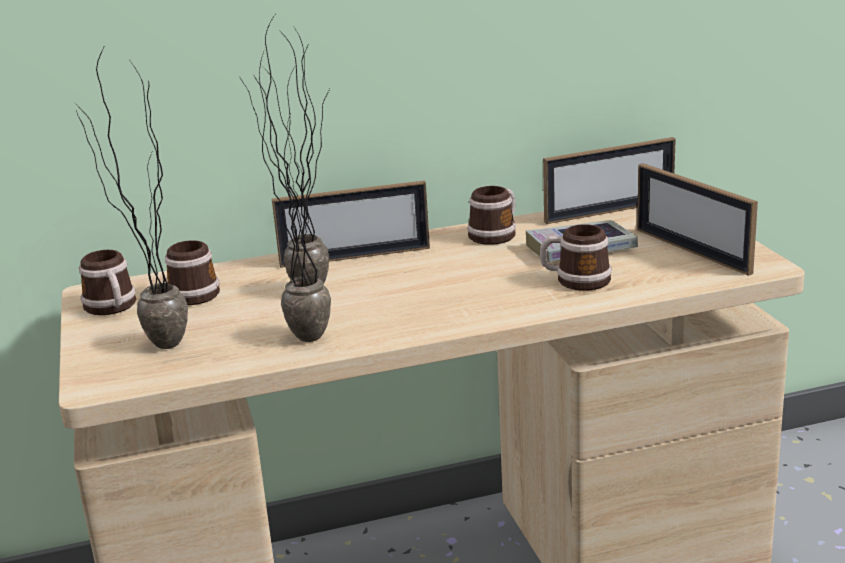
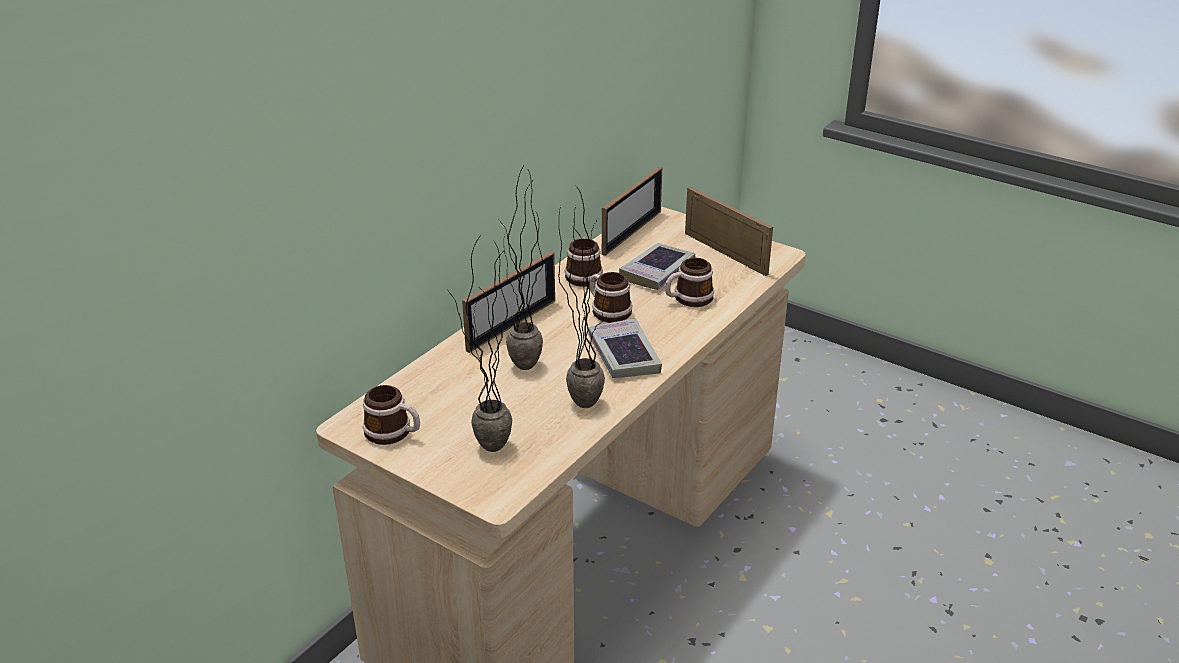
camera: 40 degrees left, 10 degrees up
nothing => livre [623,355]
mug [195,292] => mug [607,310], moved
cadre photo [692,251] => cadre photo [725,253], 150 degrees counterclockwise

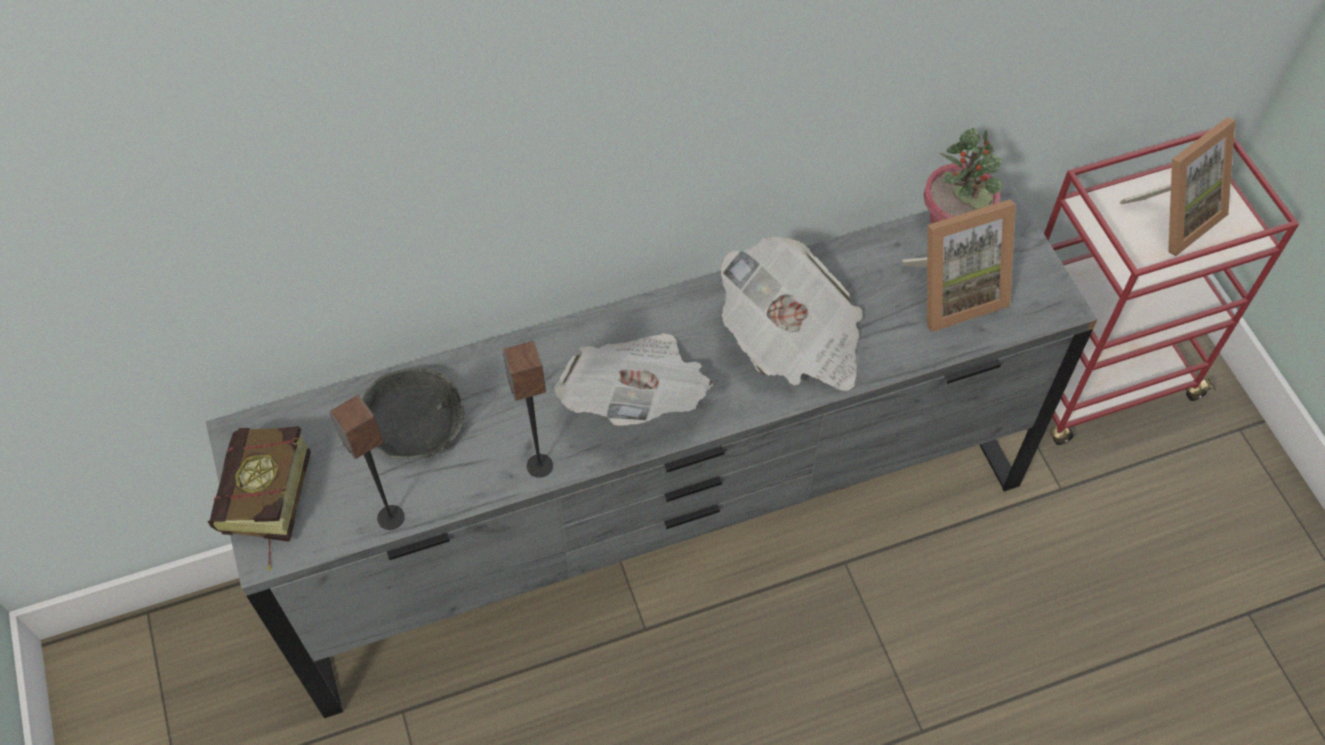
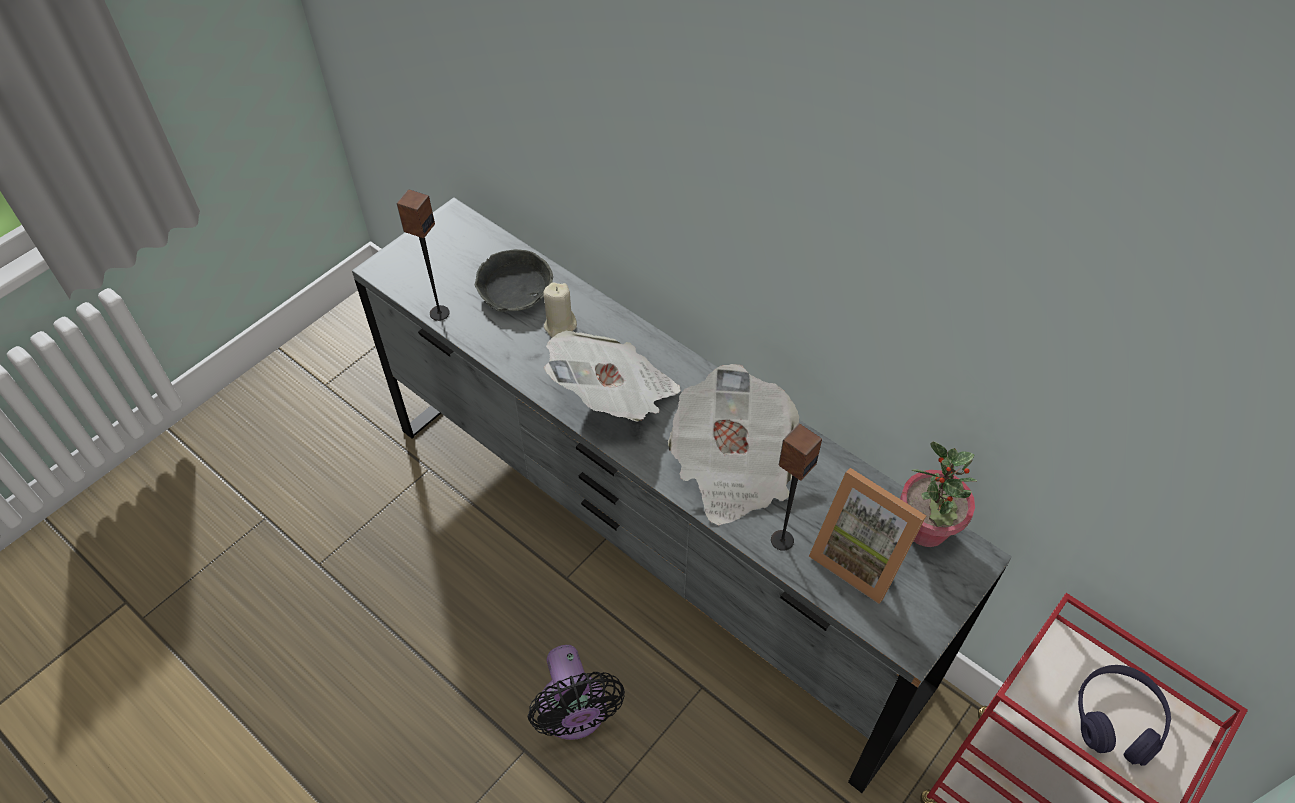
camera: 60 degrees right, 5 degrees down
livre [265,510] => nothing
nothing => ventilateur [noir] [574,714]
nothing => bougie [beige] [560,326]
enceinte [539,466] => enceinte [781,540], moved
cadre photo [1174,216] => casque audio [violet] [1116,719]

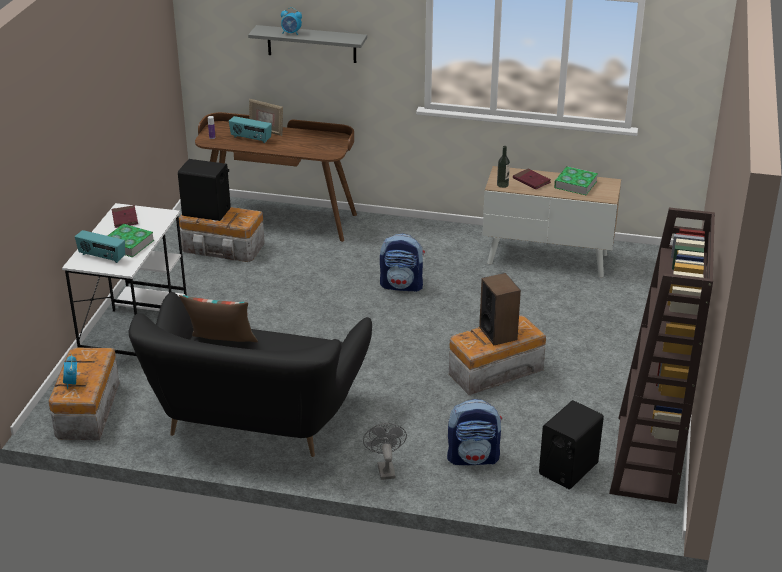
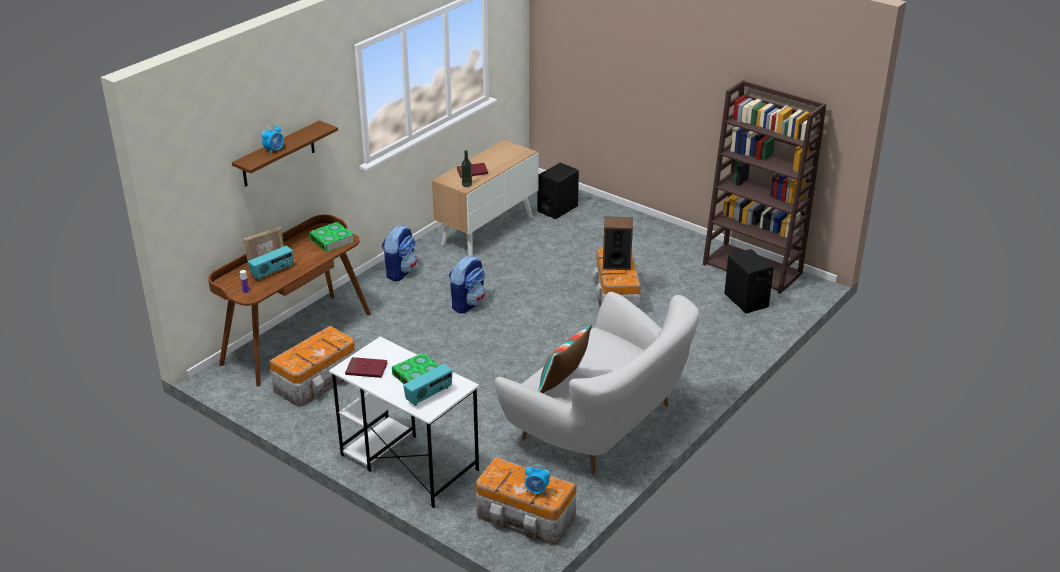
camera: 65 degrees left, 0 degrees up
ventilateur [gris] [385,468] => nothing
enceinte [noir] [206,212] => enceinte [noir] [557,209], moved
sac à dos [473,457] => sac à dos [400,272], moved
livre [575,184] => livre [332,240], moved
canapé [noir] [254,419] => canapé [blanc] [600,424]
étagère [gris] [311,44] => étagère [marron] [278,154]

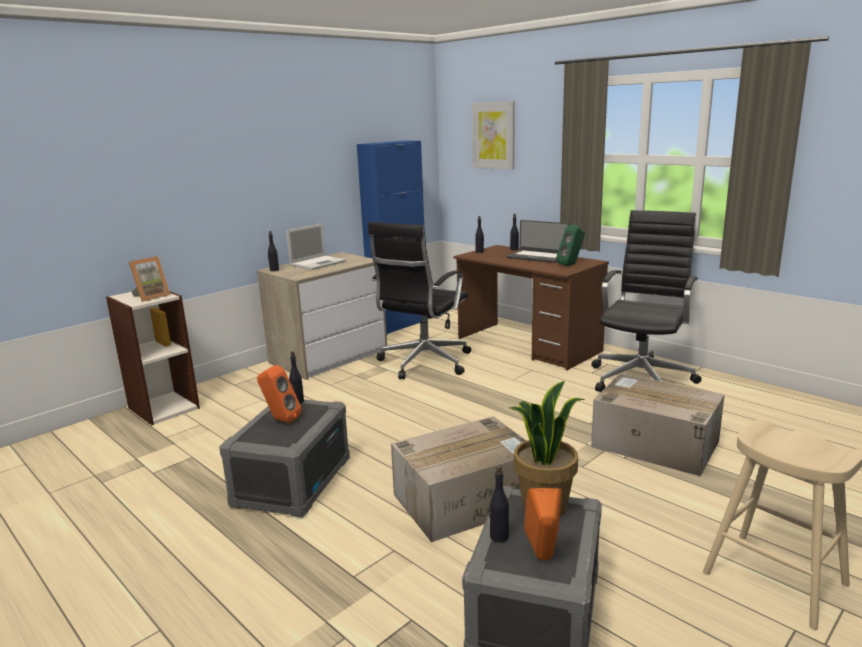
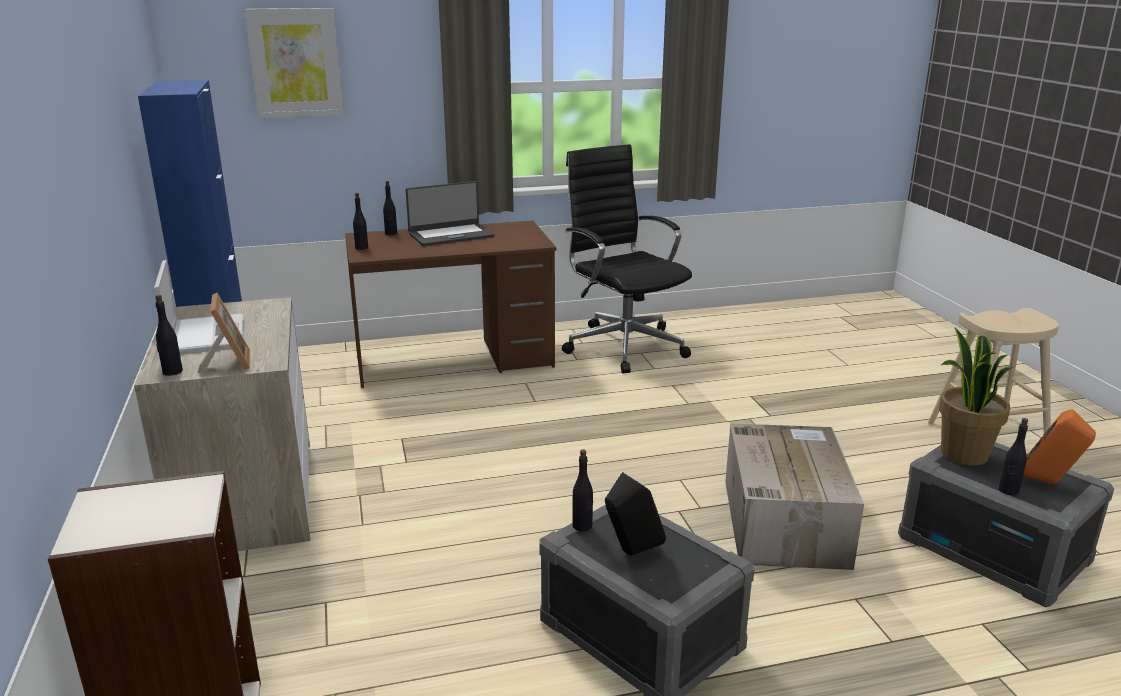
camera: 60 degrees left, 5 degrees up
chaise de bureau [noir] [423,363] => nothing
enceinte [vert] [571,265] => nothing
carton [653,443] => nothing
cadre photo [151,296] => cadre photo [228,362], moved
enceinte [orange] [280,420] => enceinte [noir] [631,553]

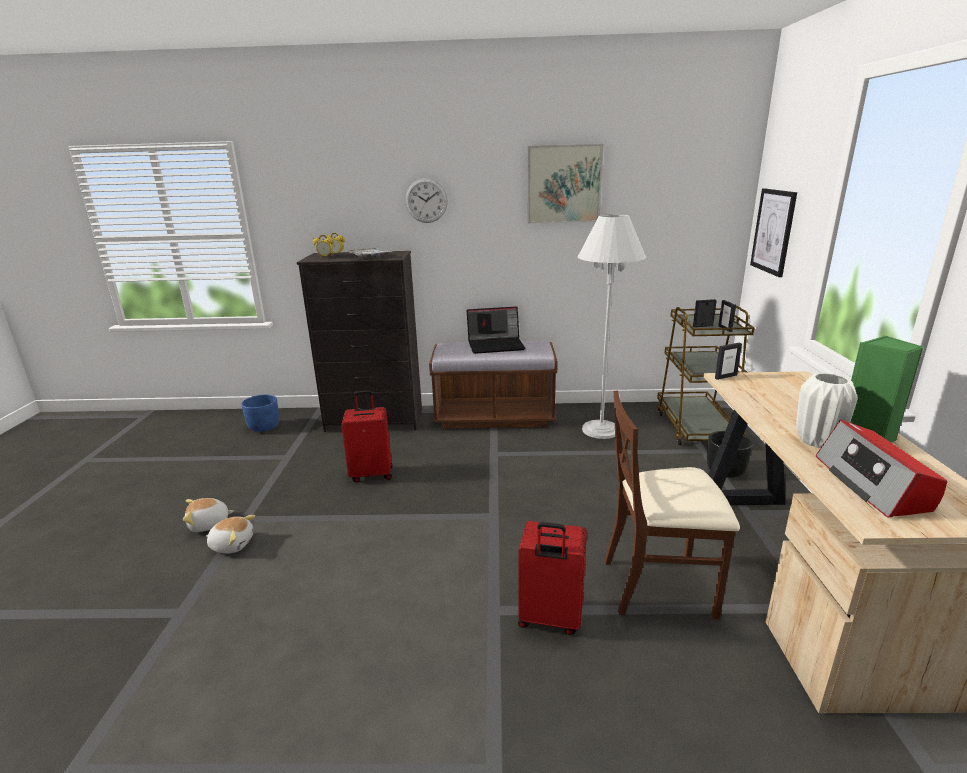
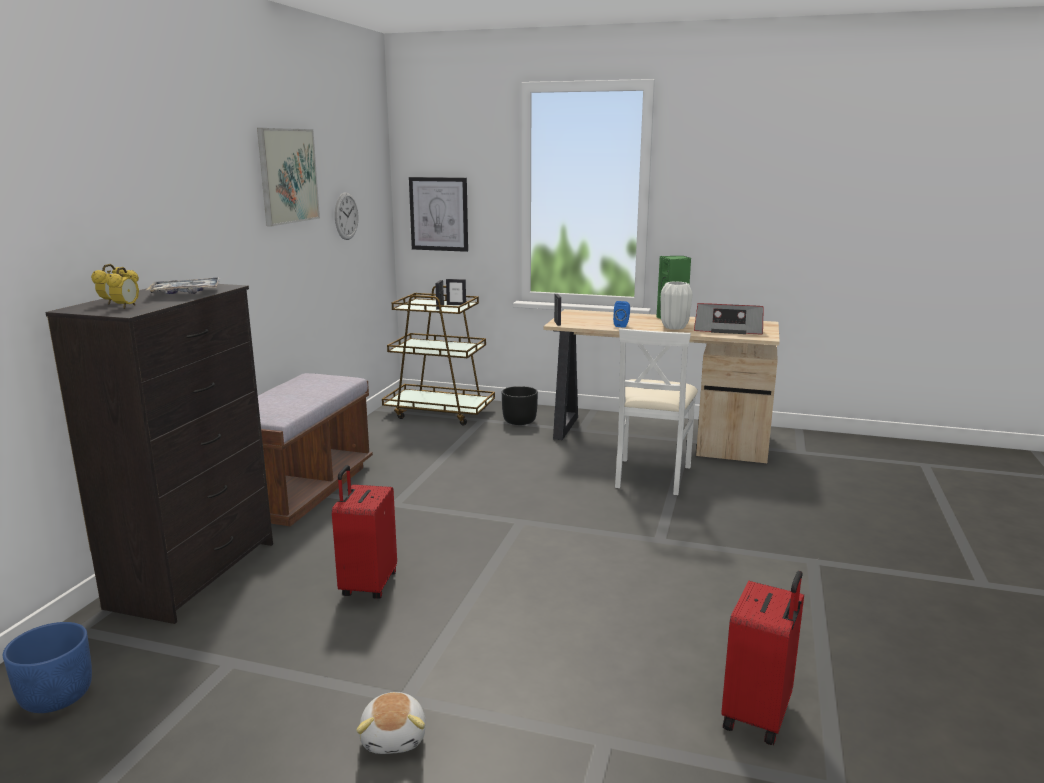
camera: 75 degrees left, 5 degrees down
peluche [232,544] => nothing
ordinateur portable [496,345] => nothing
lampadaire [blanc] [601,430] => nothing
nothing => enceinte [bleu] [622,325]
horloge murale [426,200] => horloge murale [346,216], moved
valise [rouge] [550,619] => valise [rouge] [758,716], moved
chaise [marron] [659,585] => chaise [blanc] [651,475]

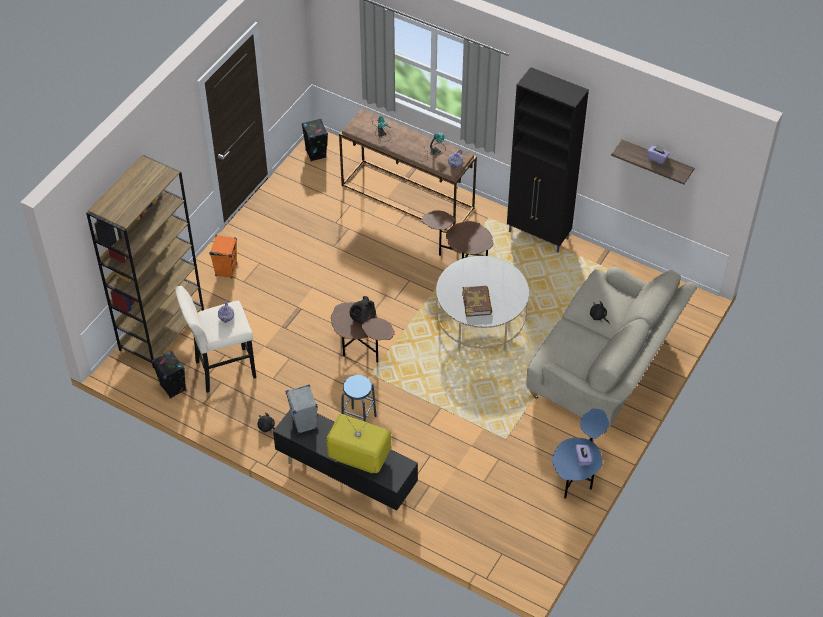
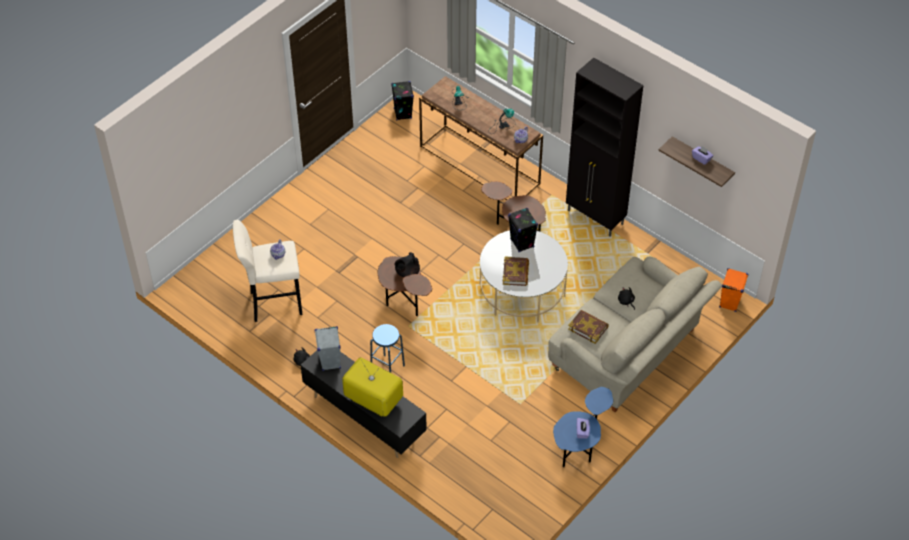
camera: 10 degrees right, 0 degrees up
bibliothèque [marron] [162,329] => nothing
nothing => livre [588,328]
enceinte [noir] [173,388] => enceinte [noir] [522,243], moved
enceinte [orange] [226,270] => enceinte [orange] [729,302], moved

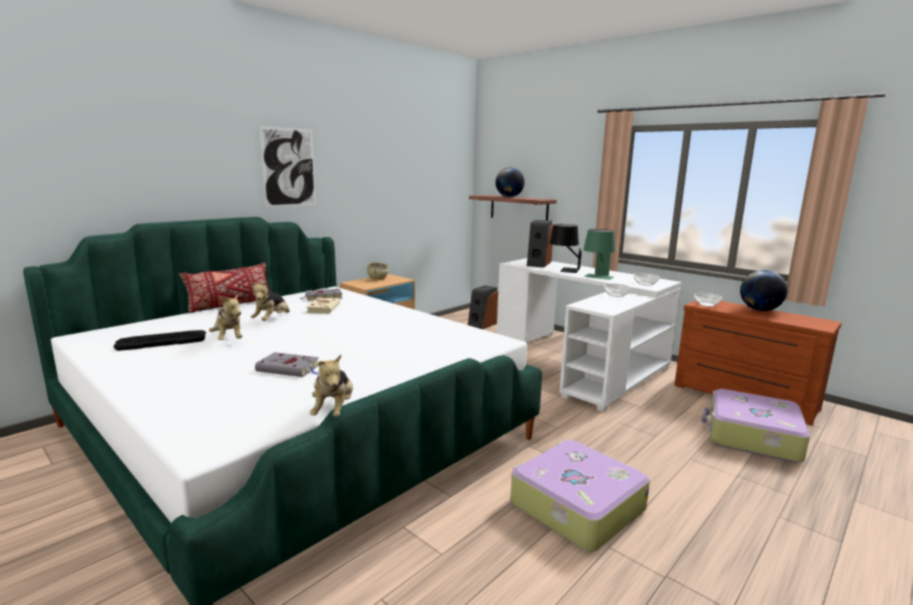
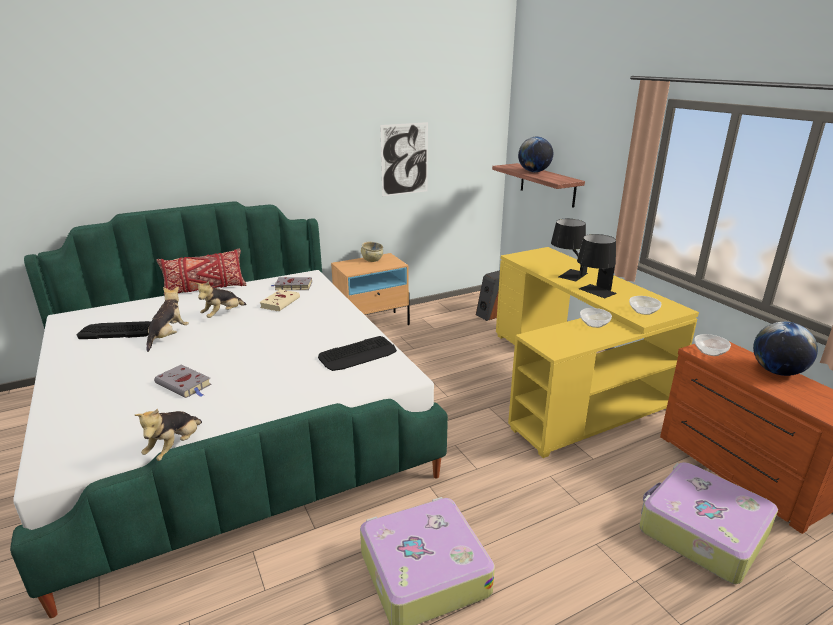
camera: 20 degrees right, 10 degrees up
enceinte [538,263] => nothing
nothing => clavier [358,354]
tableau [289,167] => tableau [404,159], moved
bureau [blanc] [583,361] => bureau [jaune] [573,382]
lampe de table [vert] [597,277] => lampe de table [noir] [593,292]
peluche [228,339] => peluche [168,336], 150 degrees counterclockwise

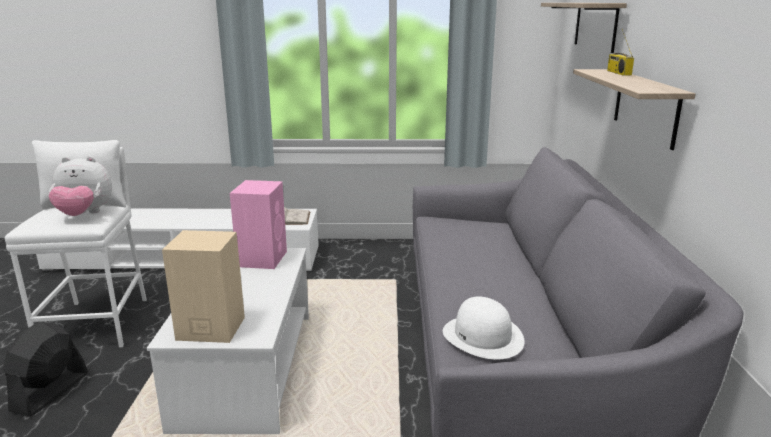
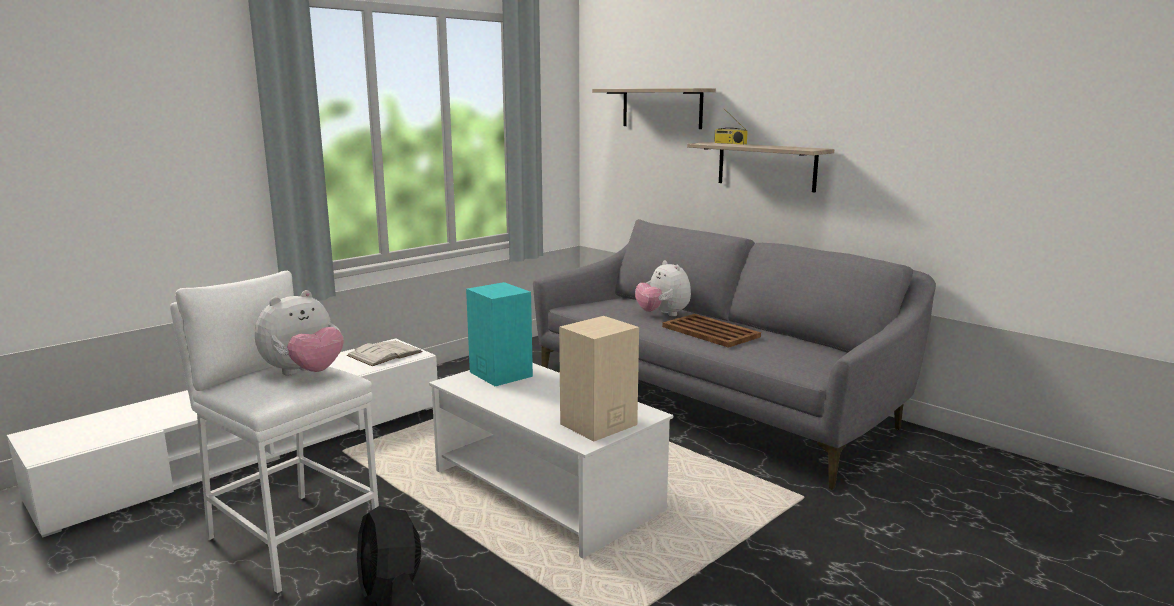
camera: 45 degrees left, 5 degrees down
chapeau [blanc] [483,336] => nothing
nothing => peluche [663,314]
nothing => plateau [marron] [710,331]
enceinte [rose] [263,258] => enceinte [turquoise] [500,373]

